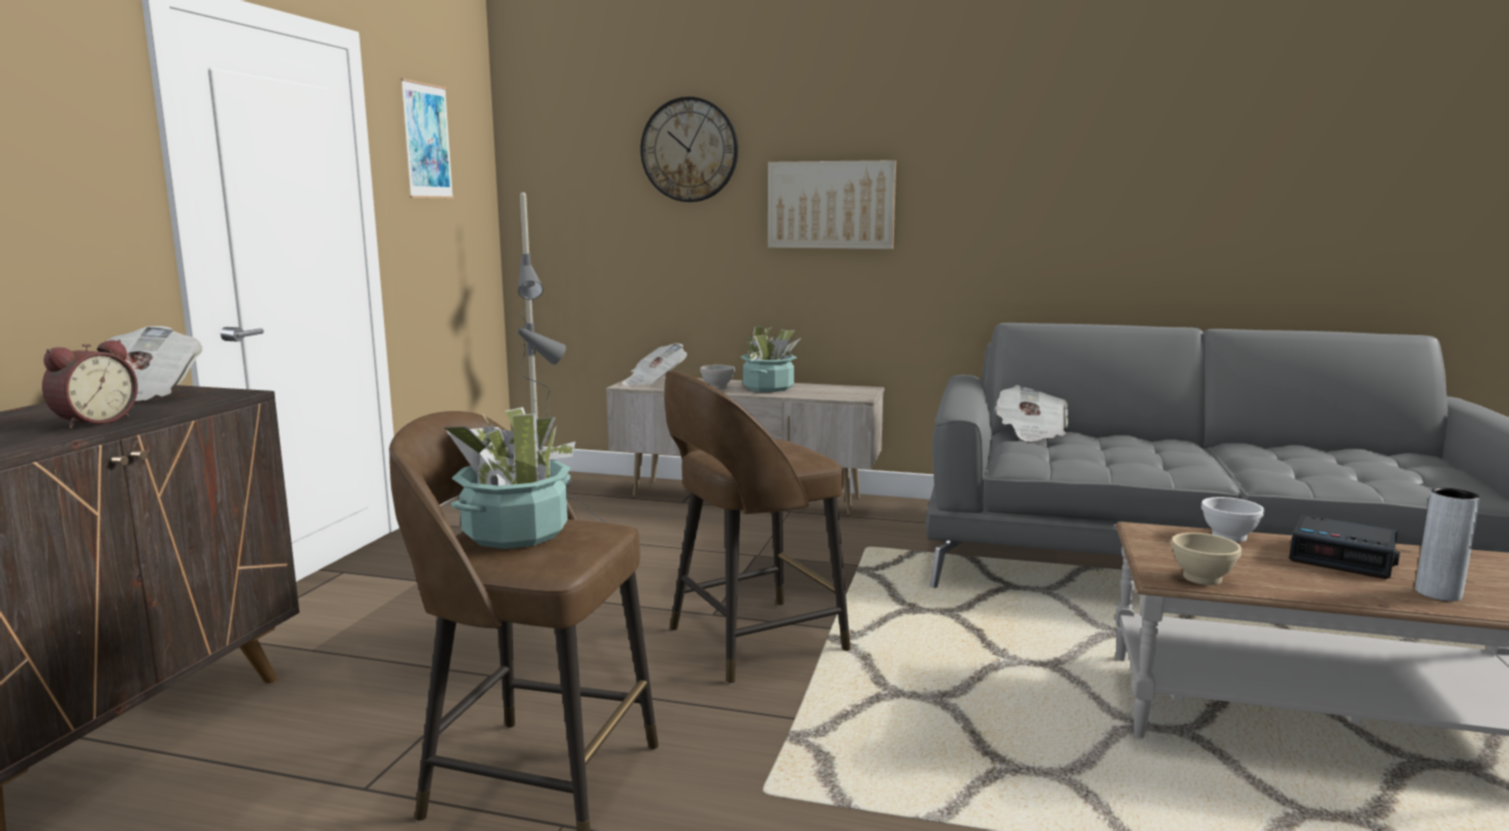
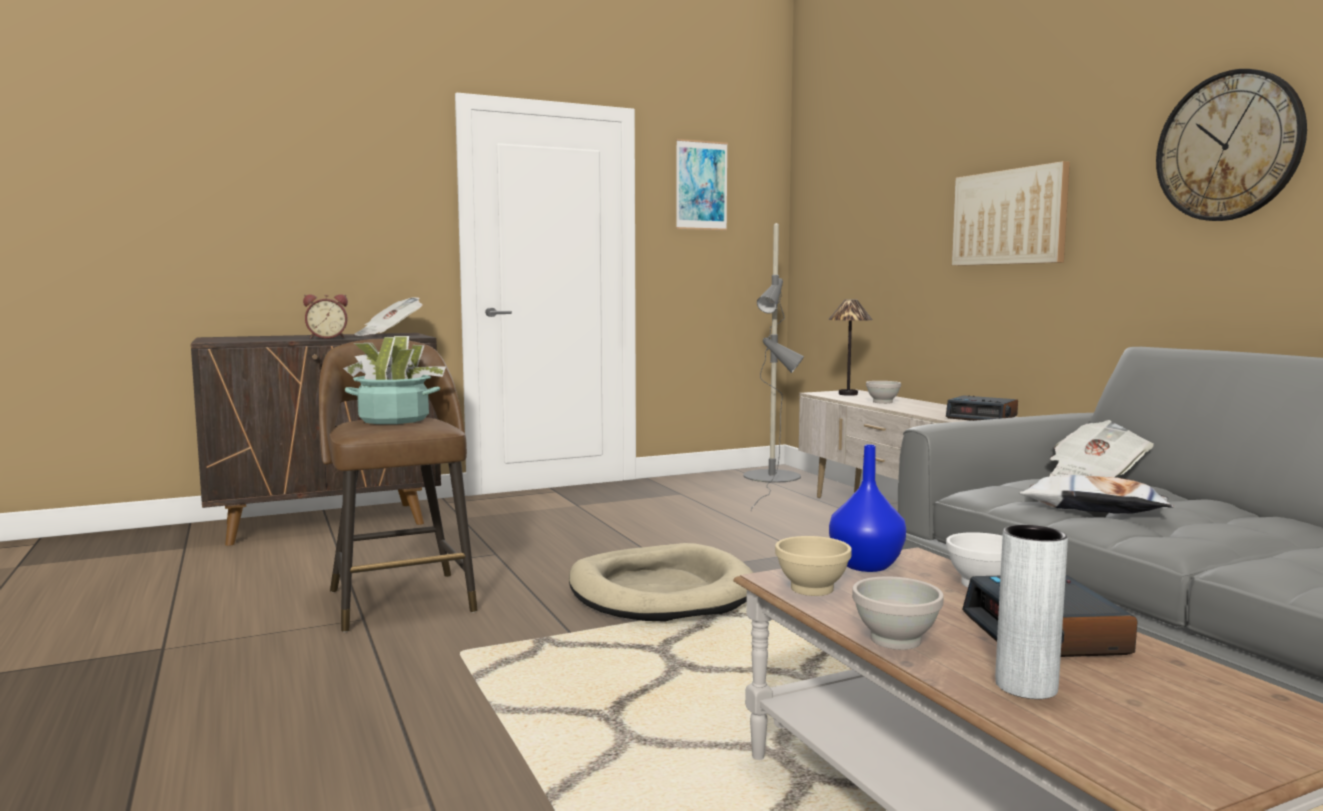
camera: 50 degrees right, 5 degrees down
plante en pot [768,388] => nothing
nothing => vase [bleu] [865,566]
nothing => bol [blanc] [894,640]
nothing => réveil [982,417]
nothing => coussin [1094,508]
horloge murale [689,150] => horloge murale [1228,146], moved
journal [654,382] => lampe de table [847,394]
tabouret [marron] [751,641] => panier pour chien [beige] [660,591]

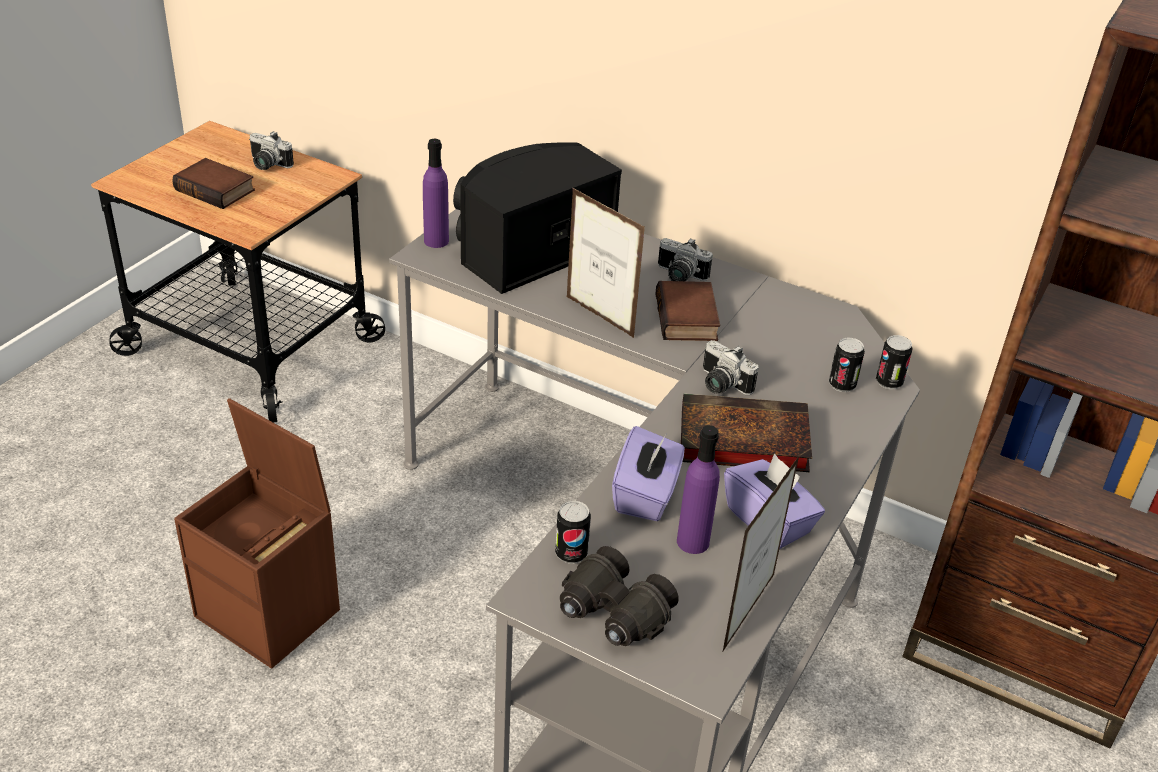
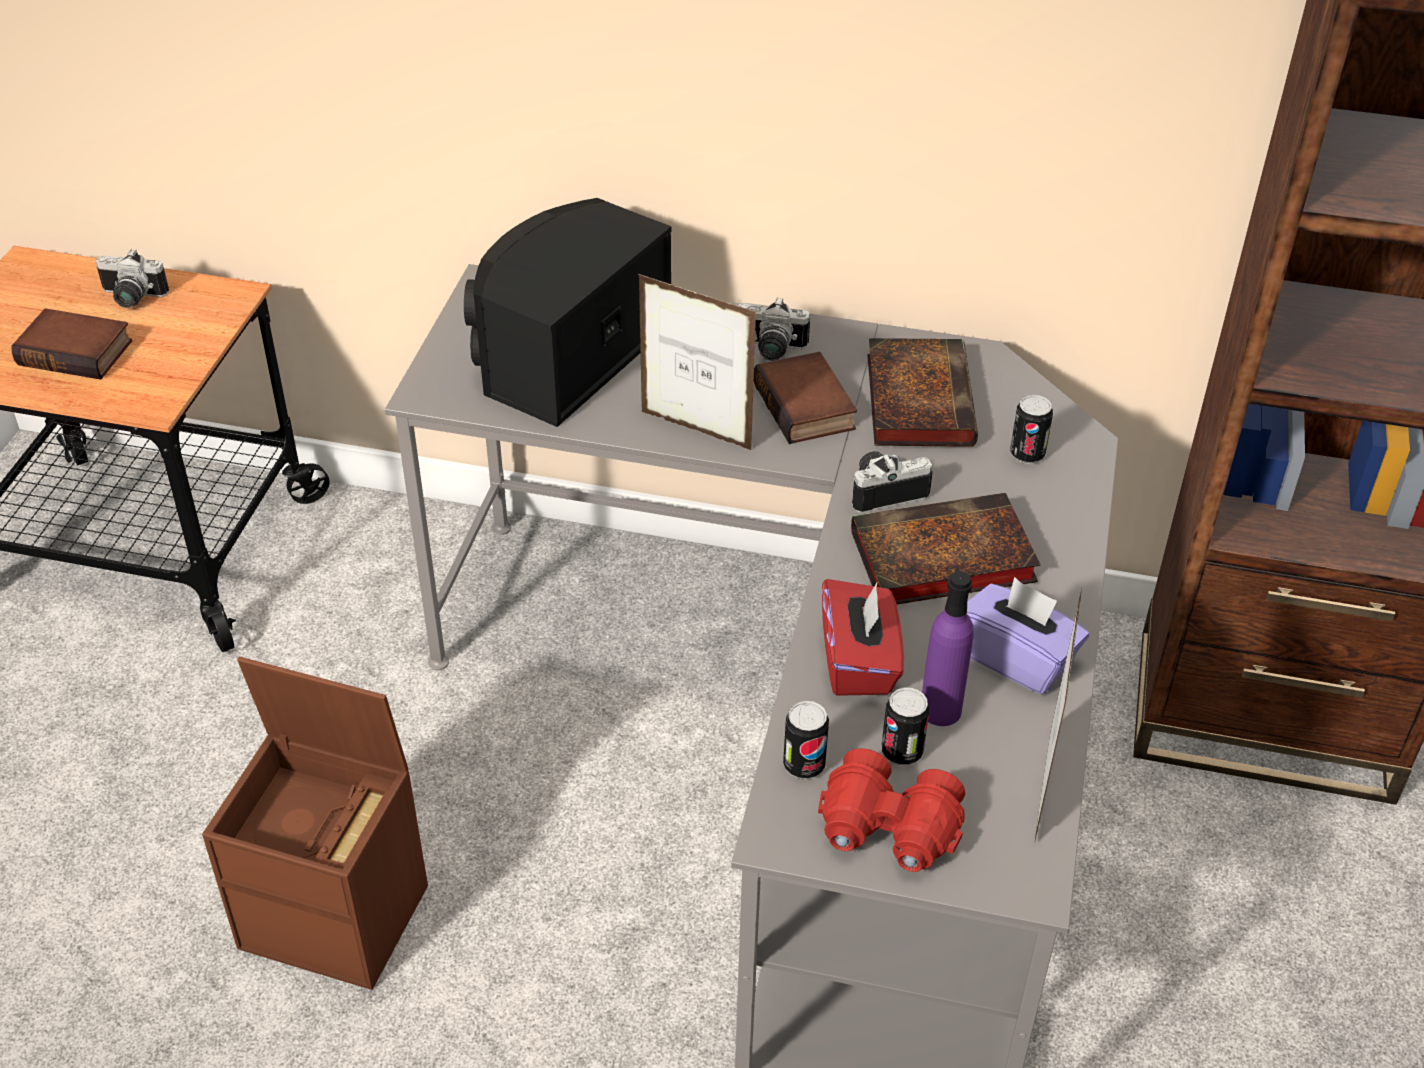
camera: 15 degrees left, 5 degrees up
bouteille [violet] [436,241] => nothing
nothing => livre [917,398]
boîte métallique [889,382] => boîte métallique [902,752], moved
jumelles [noir] [613,614] => jumelles [rouge] [888,831]
boîte à mouchoirs [violet] [646,495] => boîte à mouchoirs [rouge] [859,662]
appareil photo [720,385] => appareil photo [884,490], 135 degrees clockwise

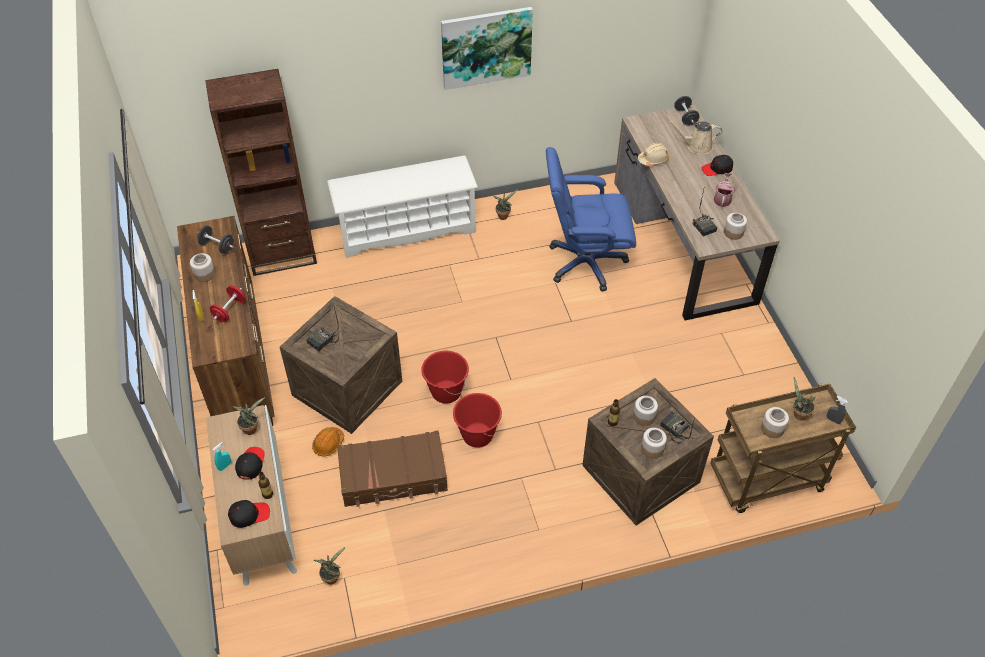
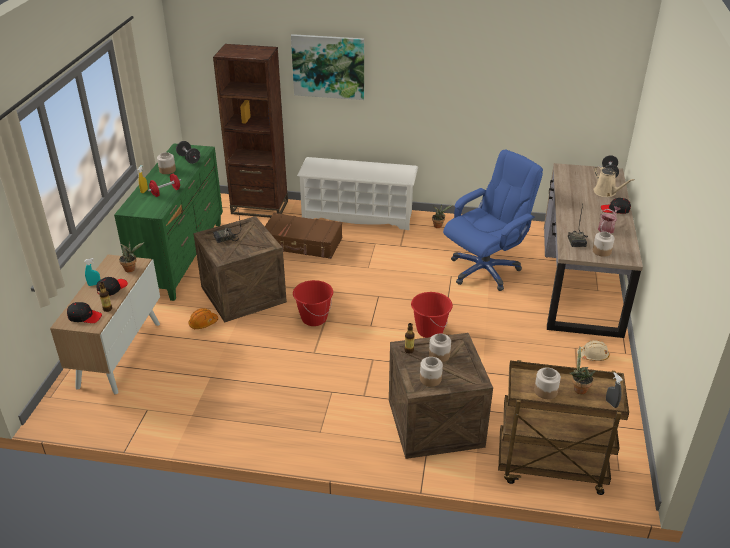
camera: 25 degrees right, 15 degrees down
plante en pot [332,577] => nothing
radio [674,429] => nothing
valise [marron] [393,476] => valise [marron] [302,243], moved
tableau [486,47] => tableau [328,66], moved
seau [rouge] [477,435] => seau [rouge] [429,331], moved
casque de chantier [beige] [653,159] => casque de chantier [beige] [593,356], moved
commode [marron] [238,361] => commode [vert] [181,257]
chaise de bureau [bleu] [585,263] => chaise de bureau [bleu] [484,270], 120 degrees clockwise
arrosoir [beige] [696,146] => arrosoir [beige] [606,192], 150 degrees counterclockwise

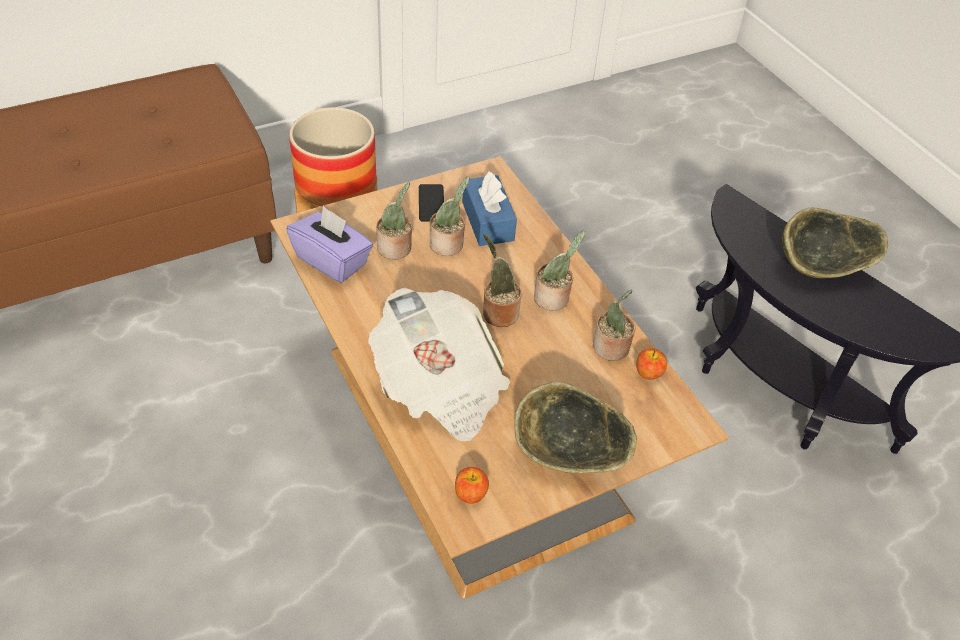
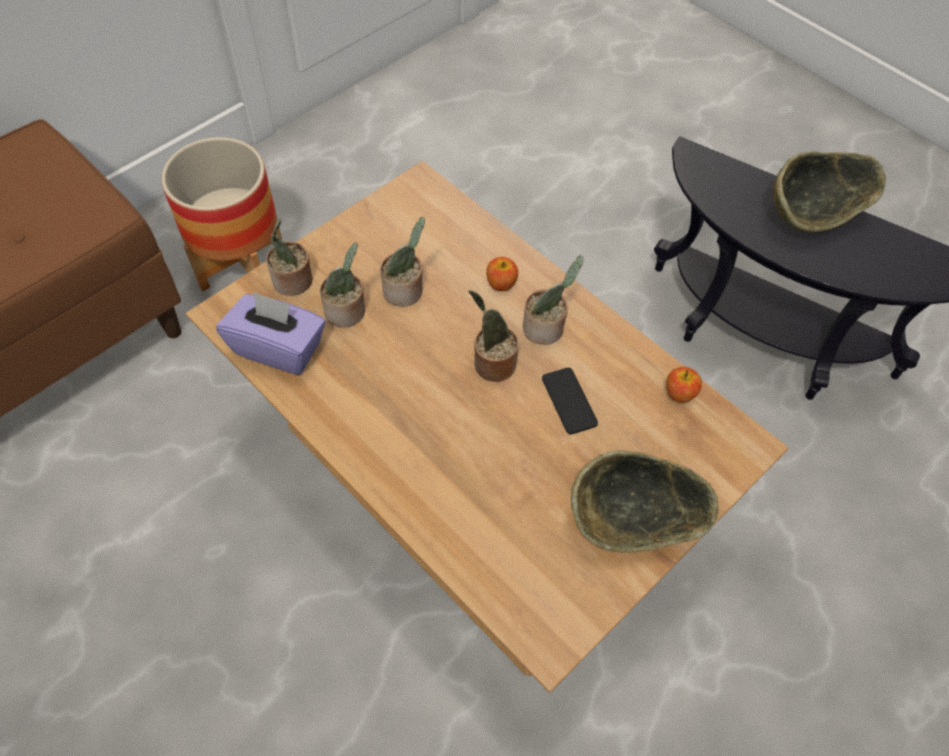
camera: 15 degrees left, 10 degrees up
journal [440,387] => nothing
boîte à mouchoirs [bleu] [487,221] => nothing
téléphone [431,203] => téléphone [569,401], moved
pomme [471,494] => pomme [501,283], moved
plante en pot [611,349] => plante en pot [293,282], moved

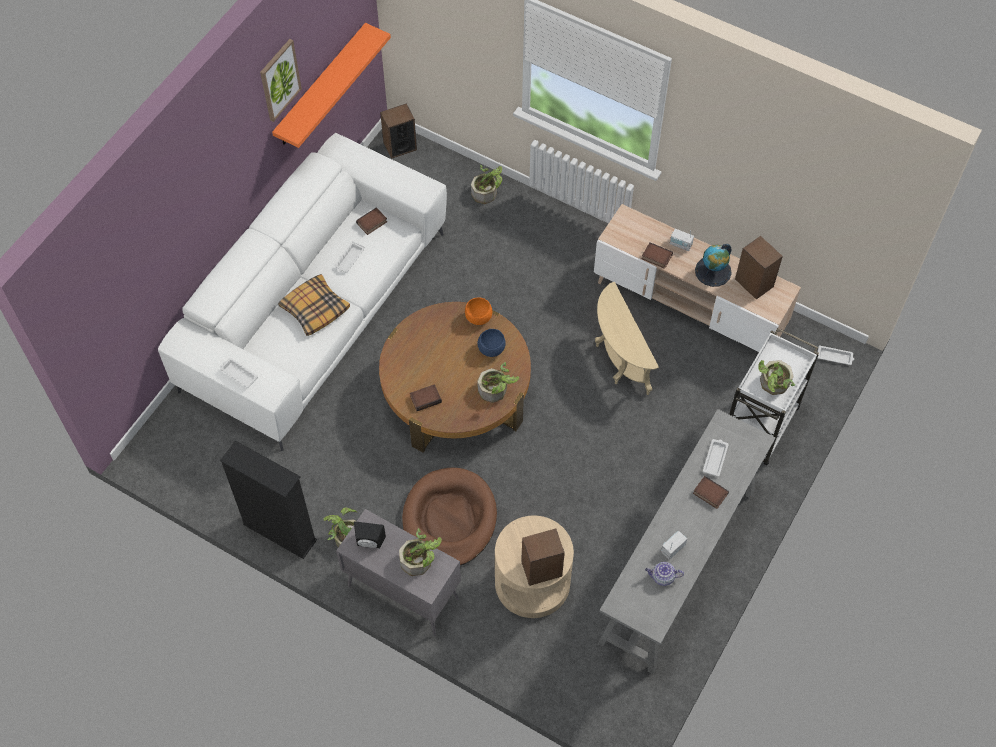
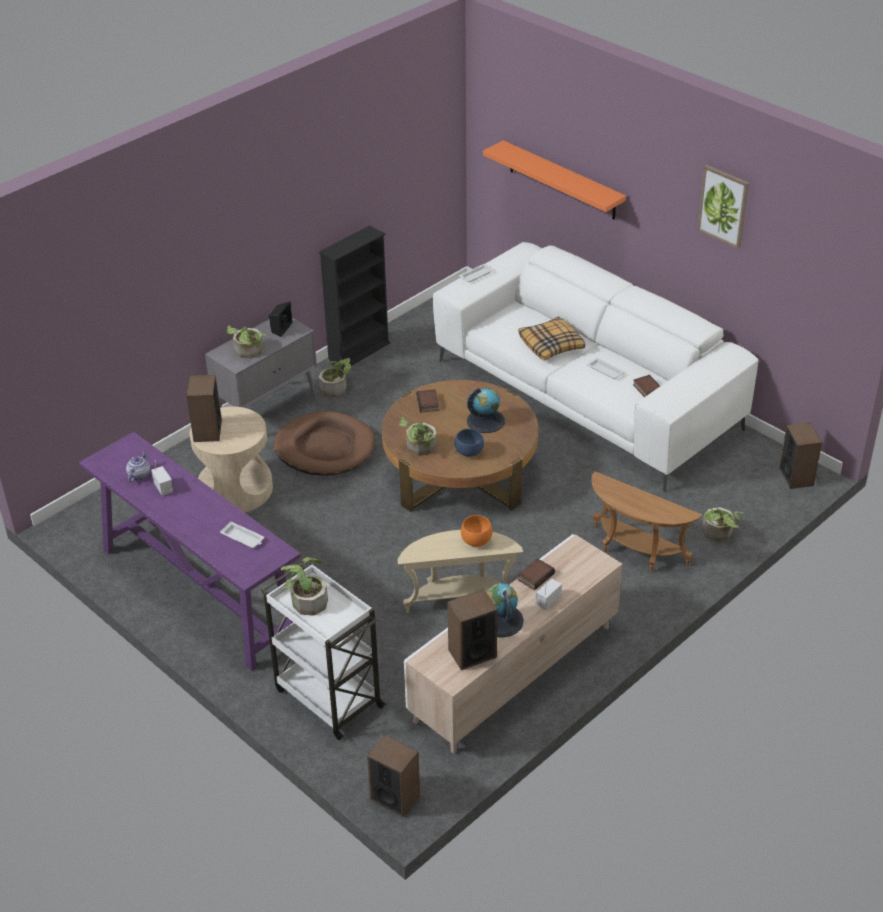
camera: 105 degrees right, 20 degrees down
livre [709,494] => nothing
nothing => globe [485,421]
nothing => table d'appoint [marron] [635,552]
étagère [orange] [321,86] => étagère [orange] [562,181], moved
bol [orange] [479,318] => bol [orange] [475,541], moved
plateau [blanc] [835,357] => enceinte [395,797]
table console [gris] [677,567] => table console [violet] [198,591]

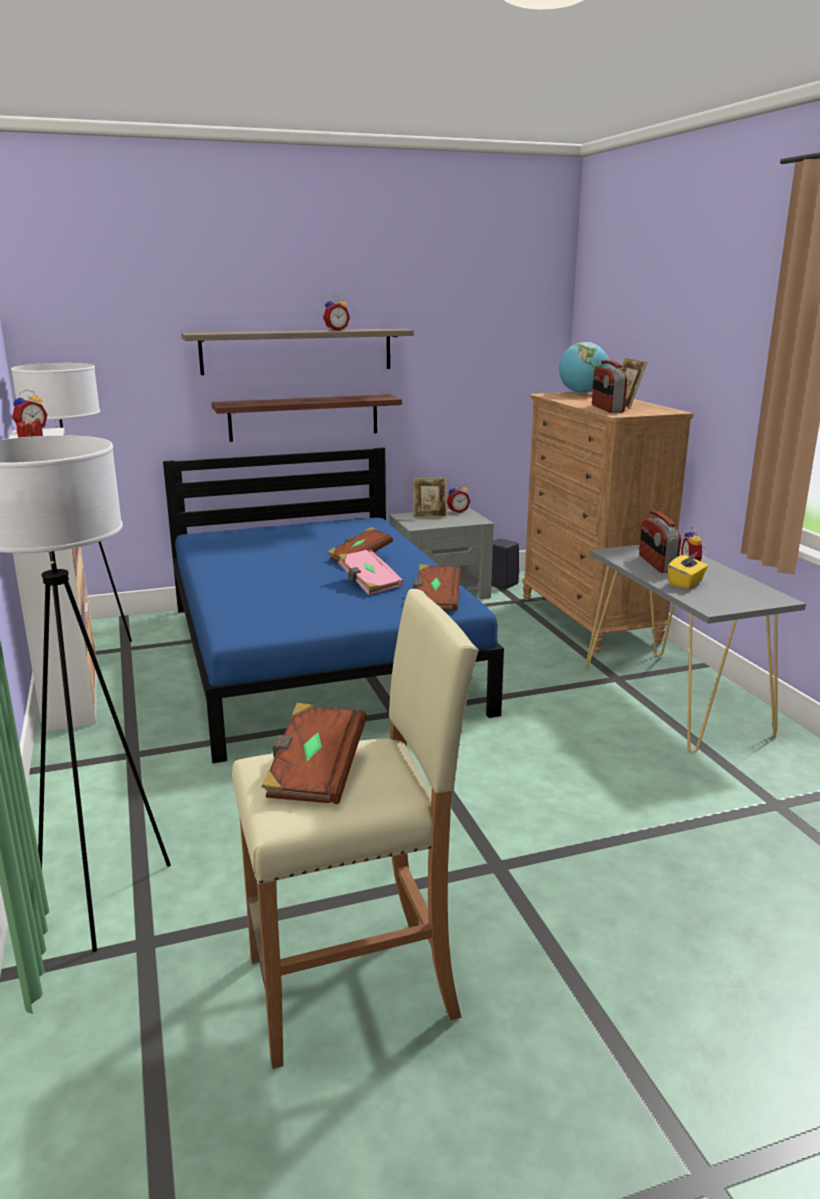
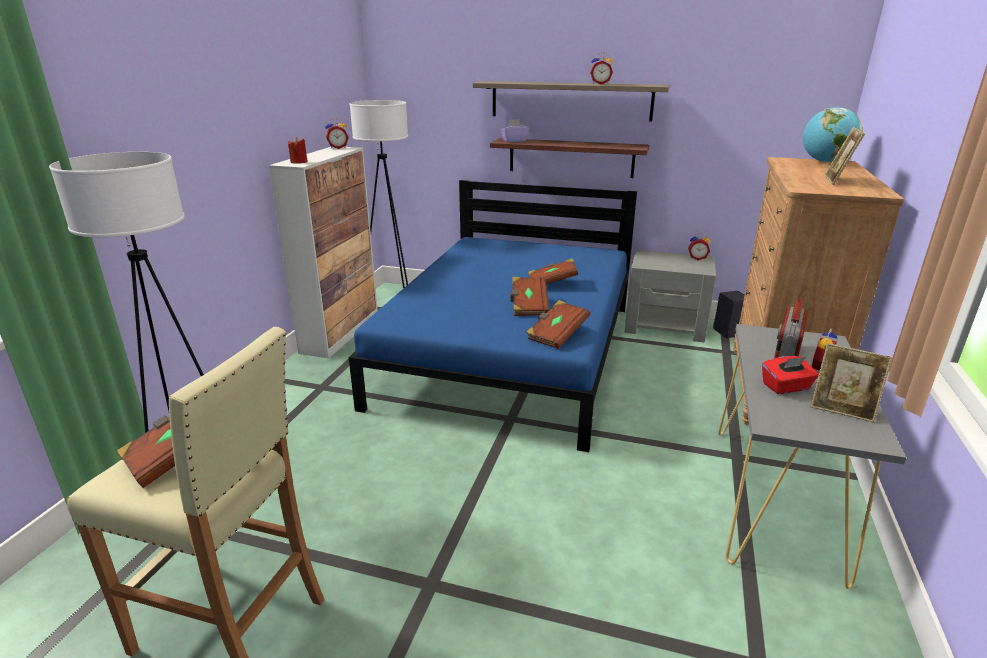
camera: 35 degrees right, 5 degrees up
radio [607,409] => nothing
nothing => boîte à mouchoirs [violet] [514,141]
cadre photo [429,516] => cadre photo [842,410], moved
livre [rose] [369,584] => livre [marron] [528,306]
boîte à mouchoirs [jaune] [686,583] => boîte à mouchoirs [rouge] [786,387]

